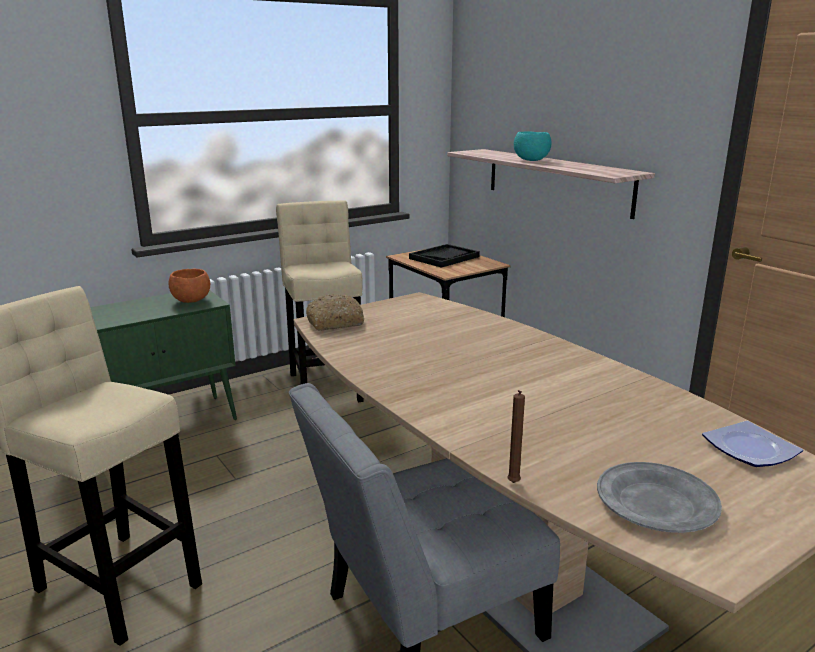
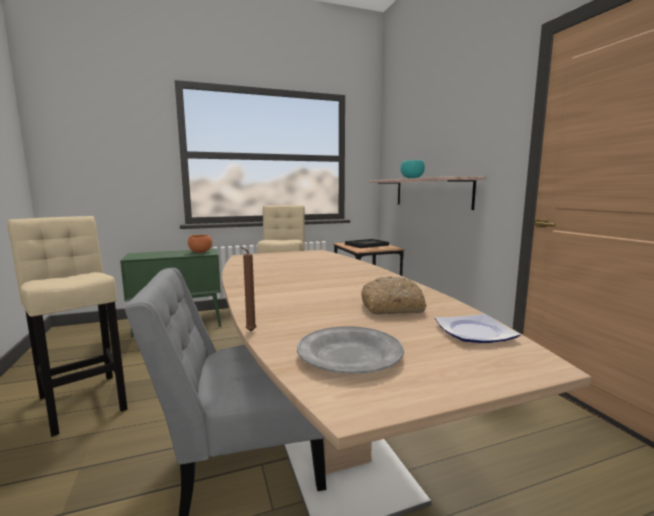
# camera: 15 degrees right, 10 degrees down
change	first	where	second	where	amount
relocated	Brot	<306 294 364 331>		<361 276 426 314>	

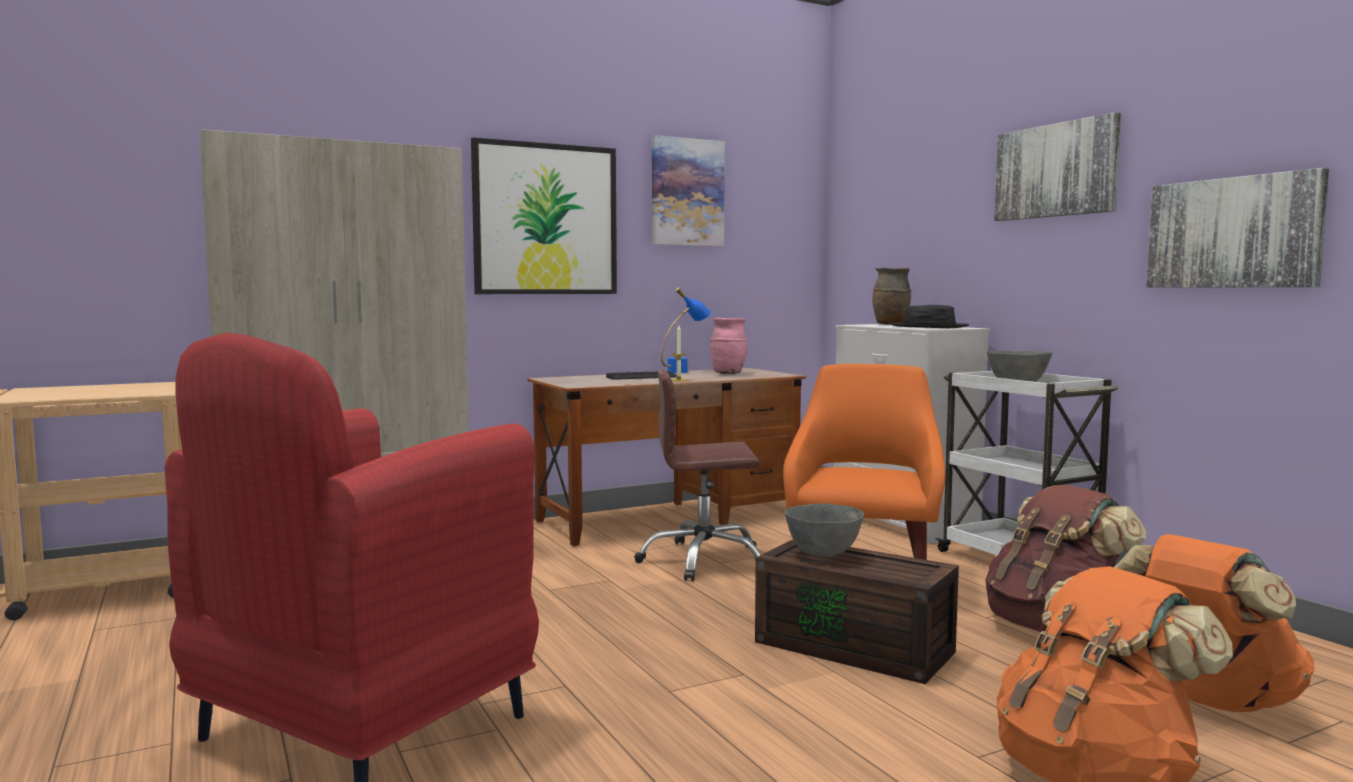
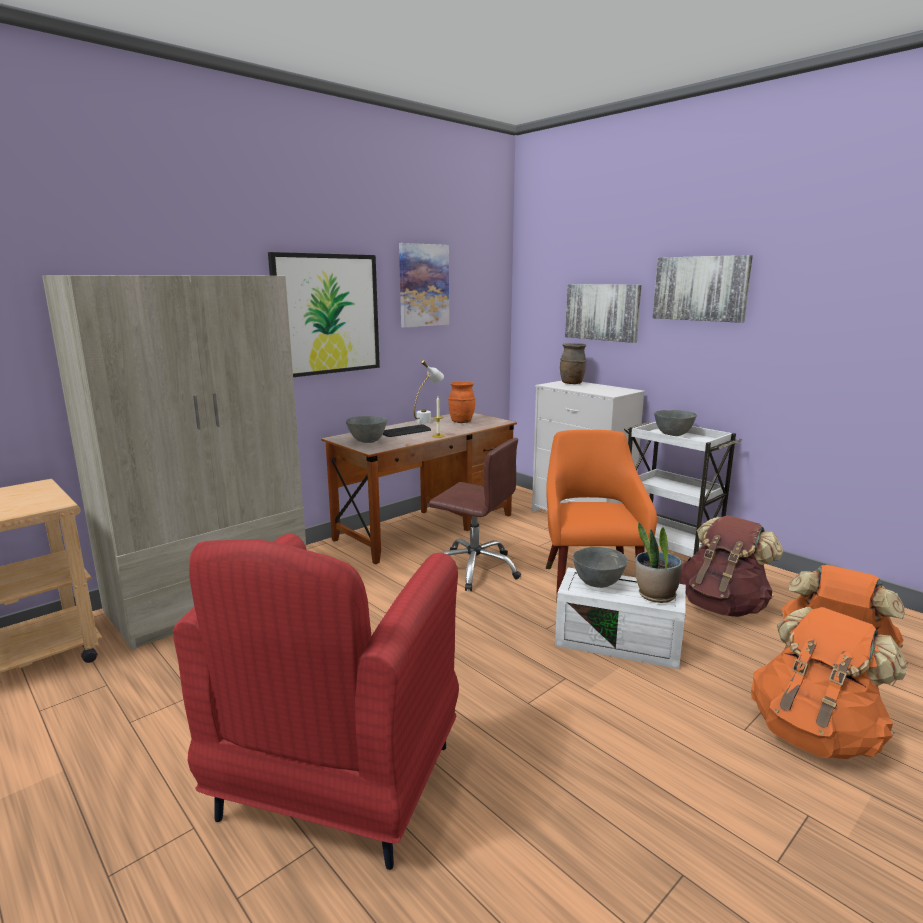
# camera: 15 degrees left, 10 degrees up
change	first	where	second	where	amount
spun	Bürostuhl [braun]	<634 369 761 581>		<429 438 521 591>	135 degrees counterclockwise
colour	Tischlampe [blau]	<661 287 711 373>	Tischlampe [weiß]	<414 360 444 423>	
colour	Vase [rosa]	<710 318 748 374>	Vase [orange]	<448 381 475 423>	
colour	Aufbewahrungsbox [braun]	<755 539 959 684>	Aufbewahrungsbox [weiß]	<555 568 686 669>	
missing	Hut [schwarz]	<890 305 969 328>			
relocated	Bild	<1146 168 1329 288>		<565 284 641 343>	
appeared			Schüssel [grau]	<346 416 387 443>	
appeared			Topfpflanze	<636 523 682 603>	

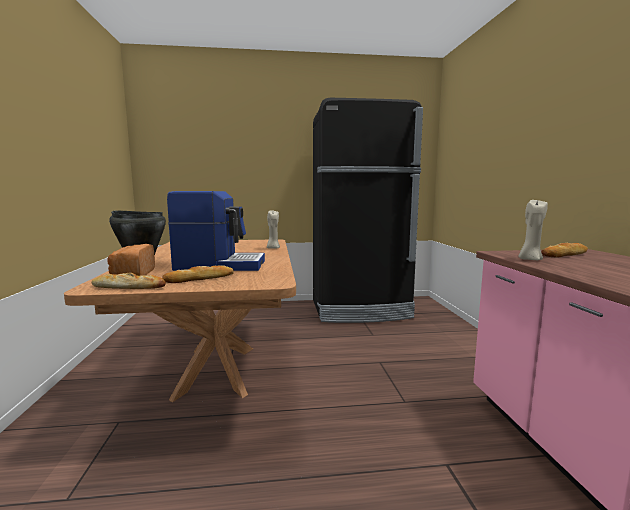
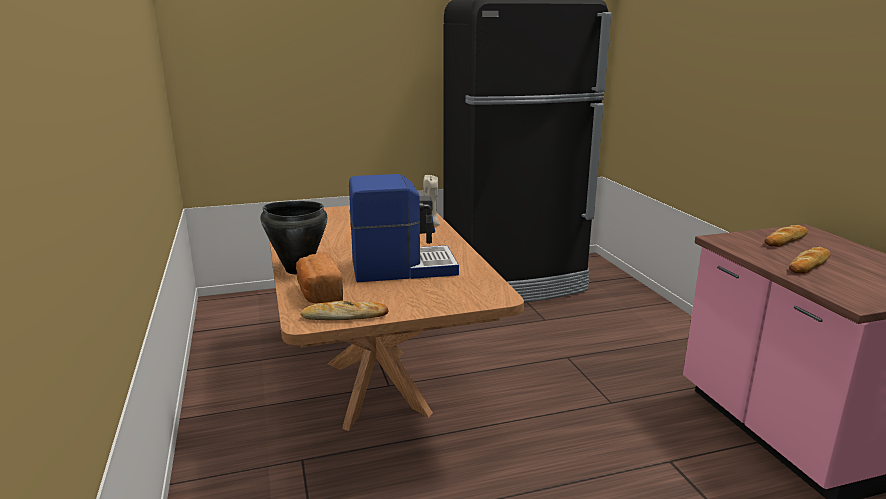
# camera: 10 degrees left, 10 degrees up
change	first	where	second	where	amount
relocated	Brot	<162 265 234 283>		<789 247 830 274>	
missing	Kerze [beige]	<518 199 548 260>			

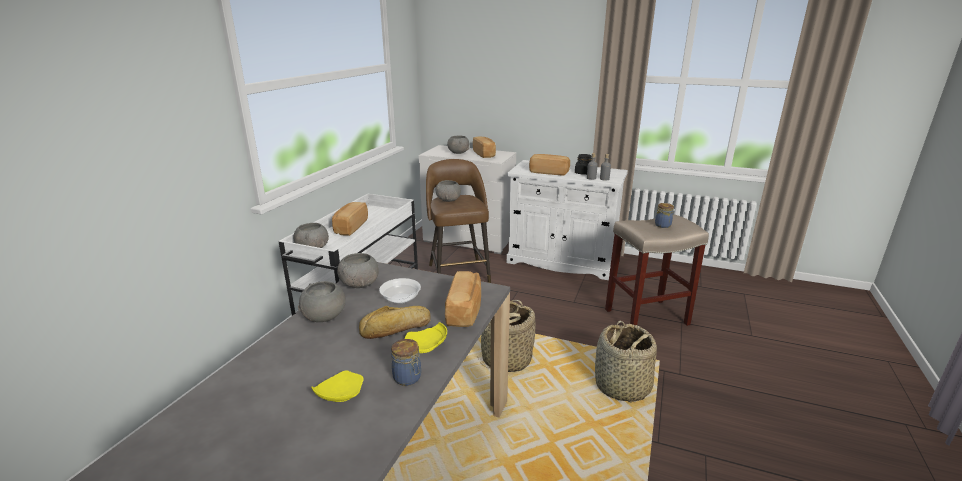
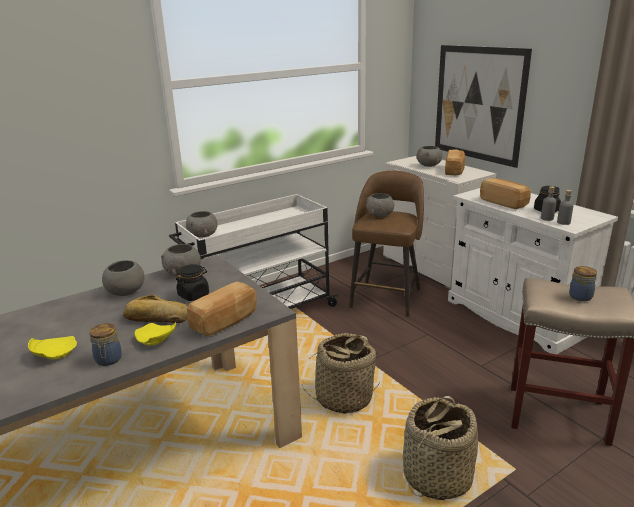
# camera: 35 degrees right, 0 degrees up
change	first	where	second	where	amount
missing	Brot	<332 202 368 236>			
exchanged	Schüssel	<379 278 421 304>	Vorratsglas [schwarz]	<176 264 209 301>	
appeared			Bild	<435 45 532 168>	

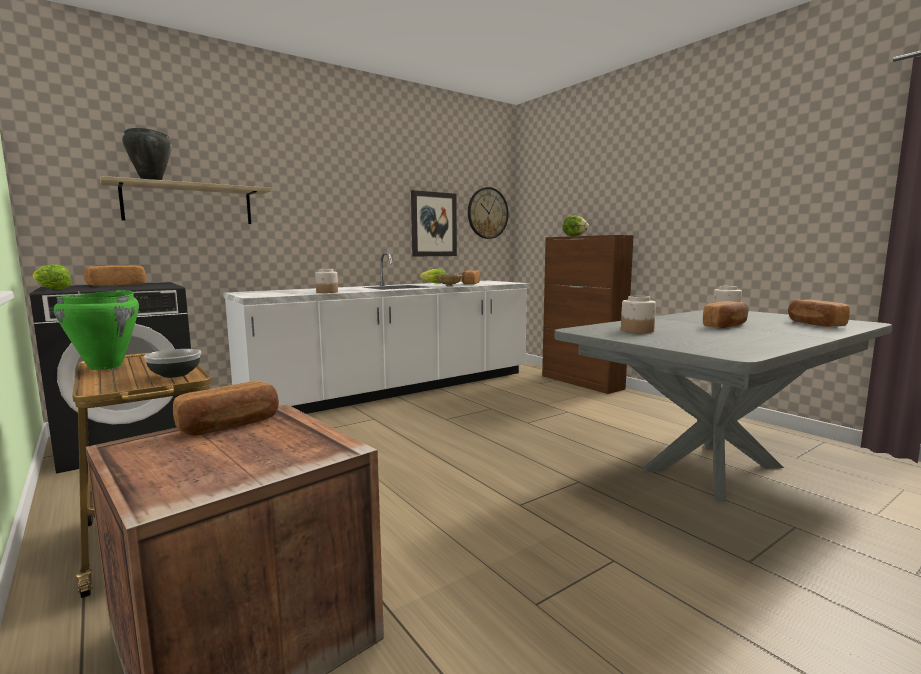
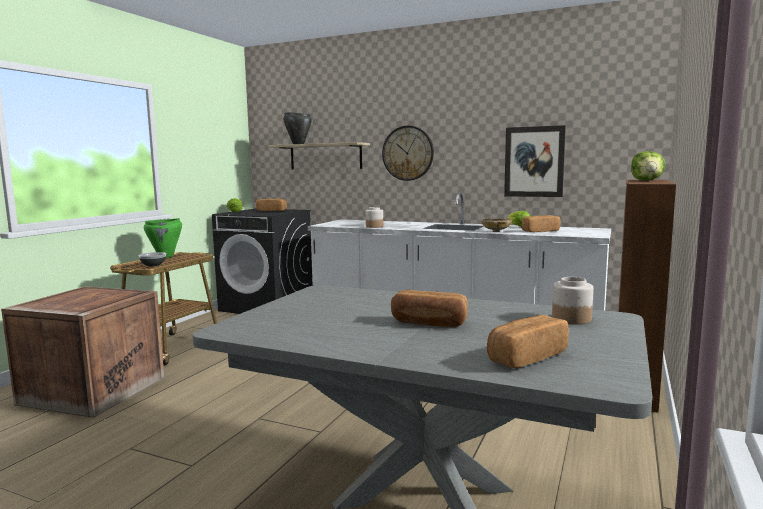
# camera: 60 degrees right, 0 degrees up
change	first	where	second	where	amount
missing	Brot	<173 381 279 436>			
relocated	Wanduhr	<468 187 509 239>		<382 126 434 181>	
missing	Vorratsglas	<621 296 656 333>			

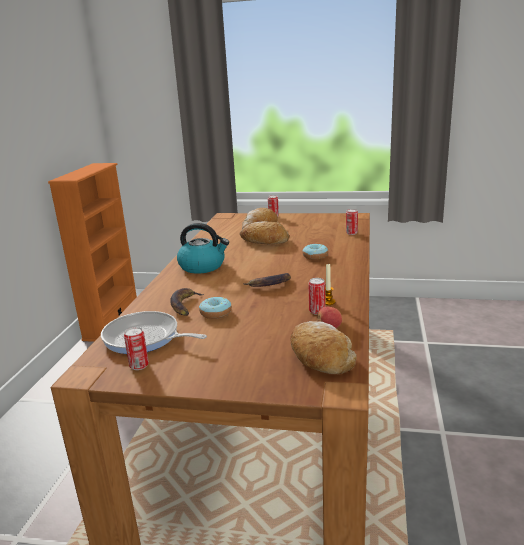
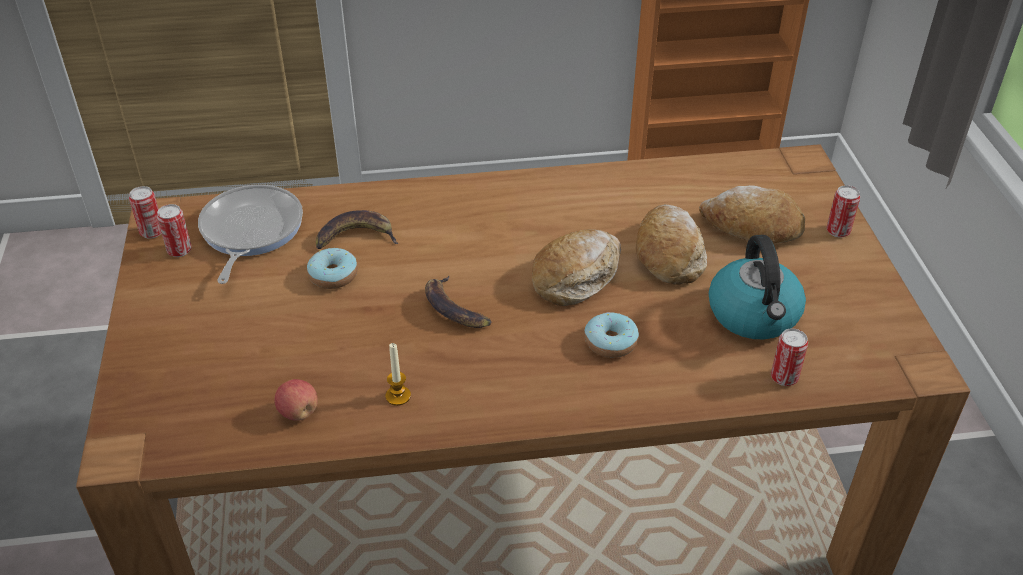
# camera: 70 degrees right, 20 degrees up
change	first	where	second	where	amount
relocated	Wasserkessel	<177 223 229 274>		<709 235 806 339>	
relocated	Brot	<291 321 357 374>		<532 229 621 306>	
relocated	Dose	<308 278 325 315>		<129 186 161 239>	

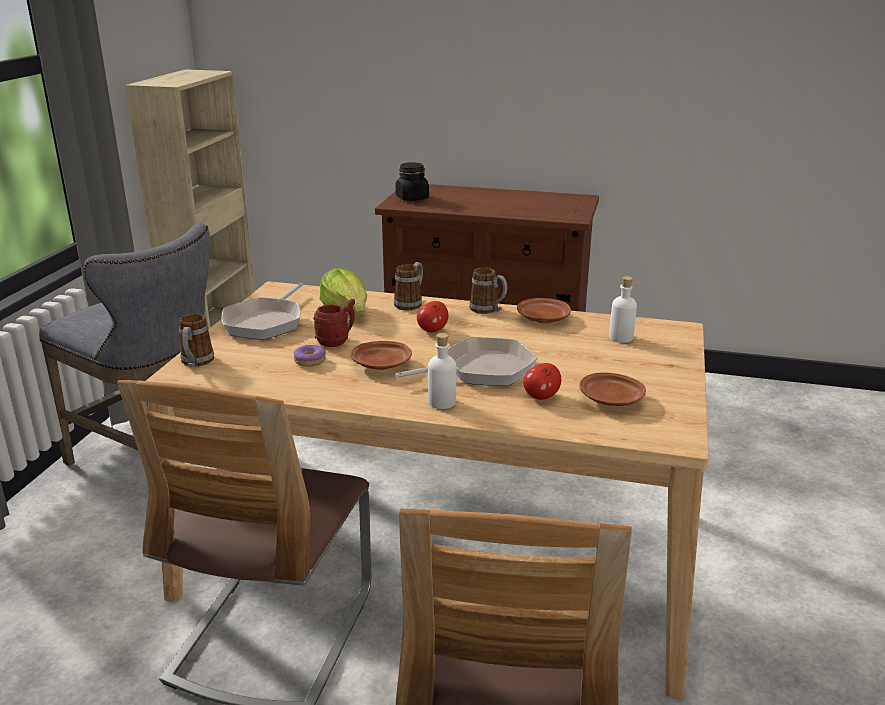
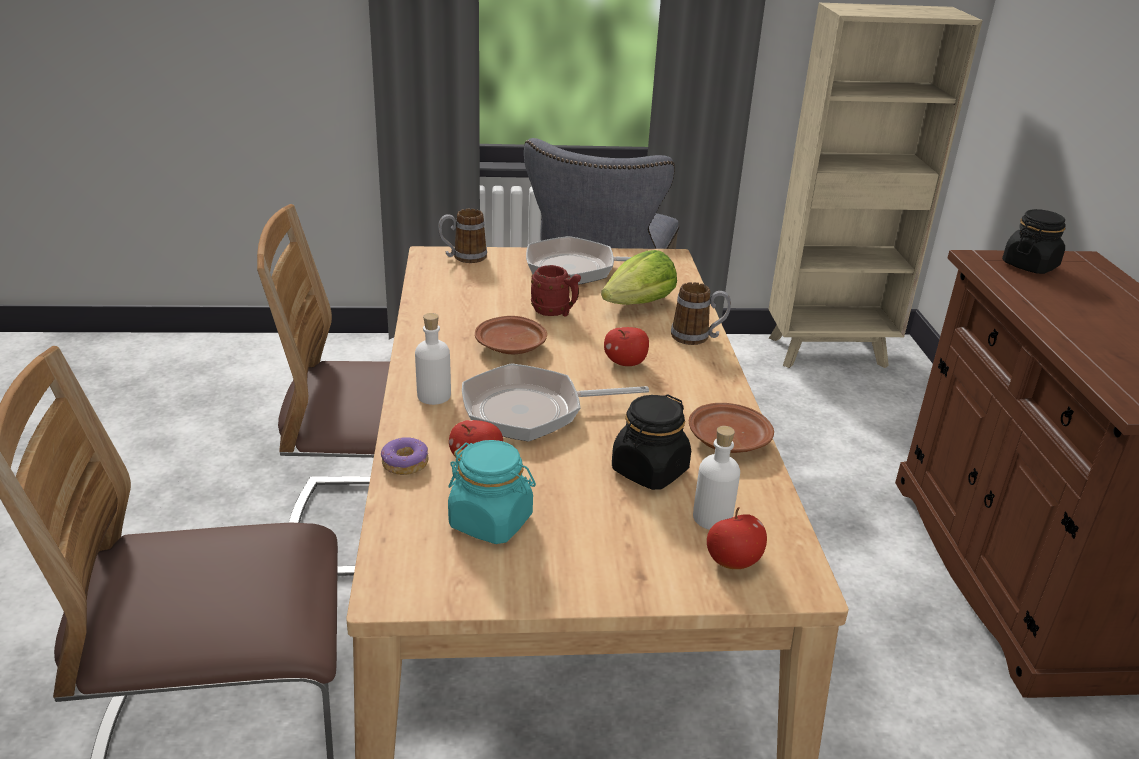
# camera: 70 degrees right, 5 degrees up
change	first	where	second	where	amount
relocated	Donut	<293 345 326 367>		<381 437 429 475>	
spun	Pfanne	<395 337 538 386>		<462 363 649 442>	120 degrees clockwise
missing	Henkelbecher	<469 267 507 314>			
exchanged	Teller [braun]	<579 373 646 406>	Vorratsglas [türkis]	<448 440 536 544>	
appeared			Vorratsglas [schwarz]	<612 394 691 490>	
appeared			Apfel	<707 507 767 569>	

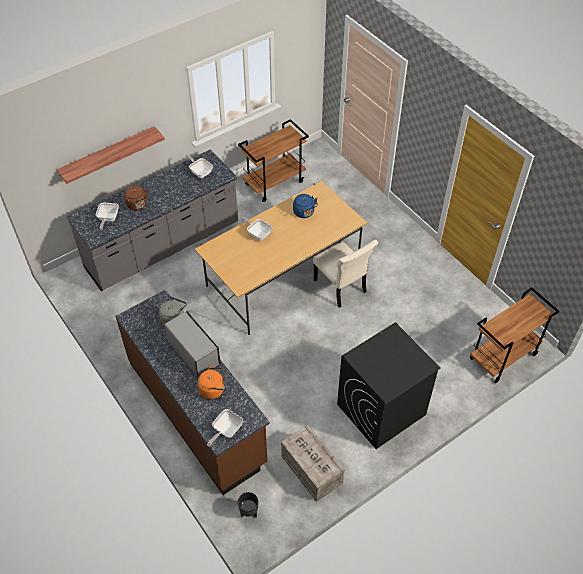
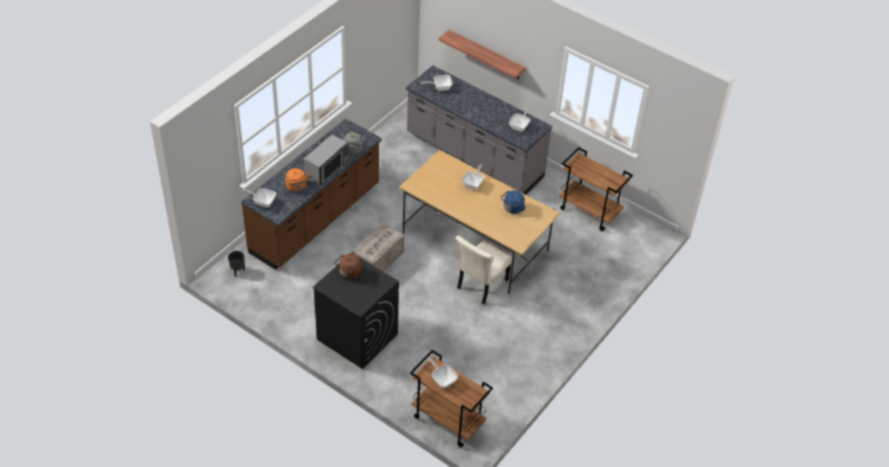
# camera: 70 degrees right, 5 degrees down
change	first	where	second	where	amount
relocated	Wasserkessel [braun]	<124 186 149 210>		<335 254 363 279>	
relocated	Kiste	<281 425 345 502>		<352 223 404 272>	
appeared			Pfanne	<428 358 458 388>	

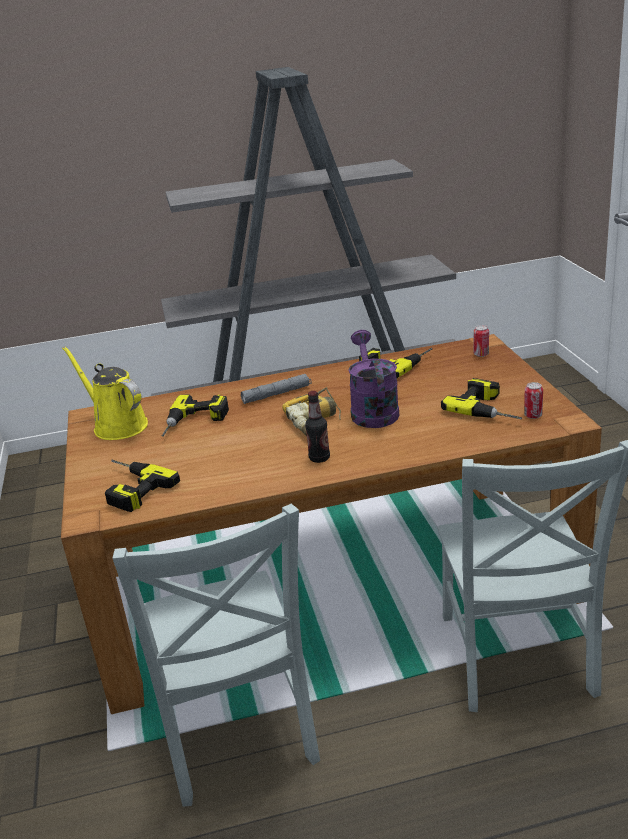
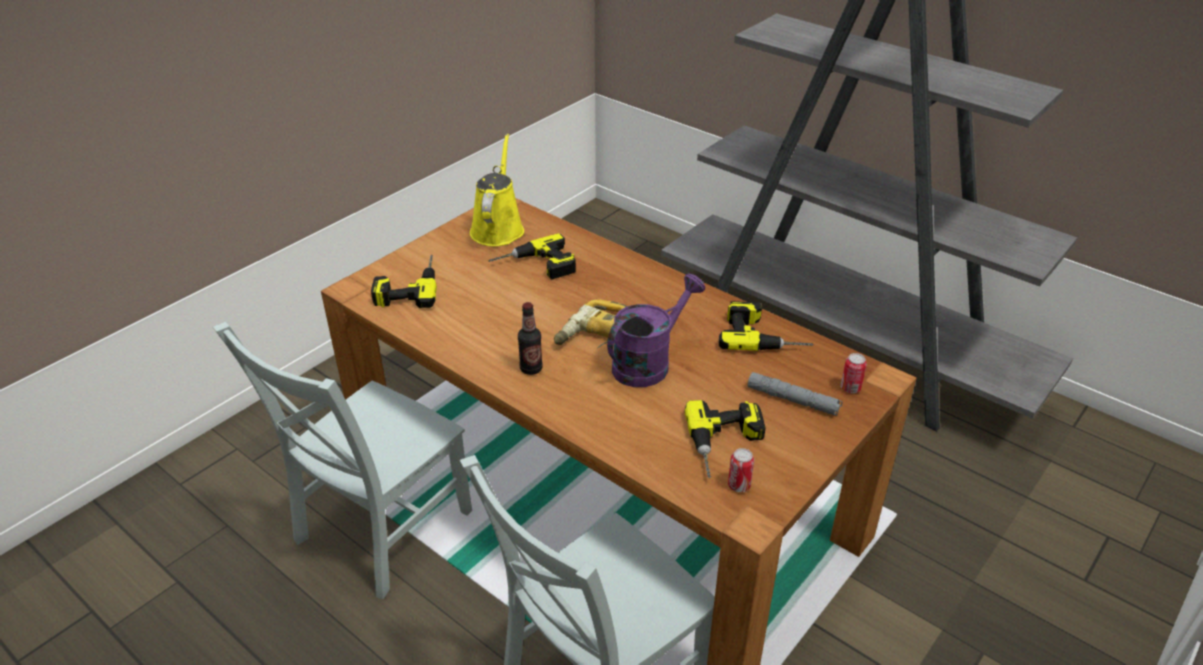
# camera: 50 degrees right, 10 degrees up
change	first	where	second	where	amount
relocated	Taschenlampe [grau]	<241 374 311 404>		<748 372 843 416>	

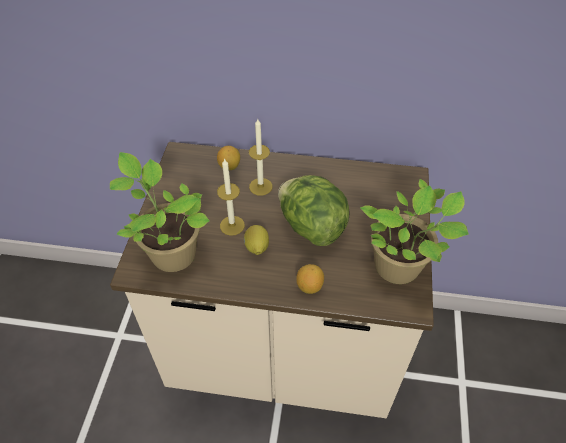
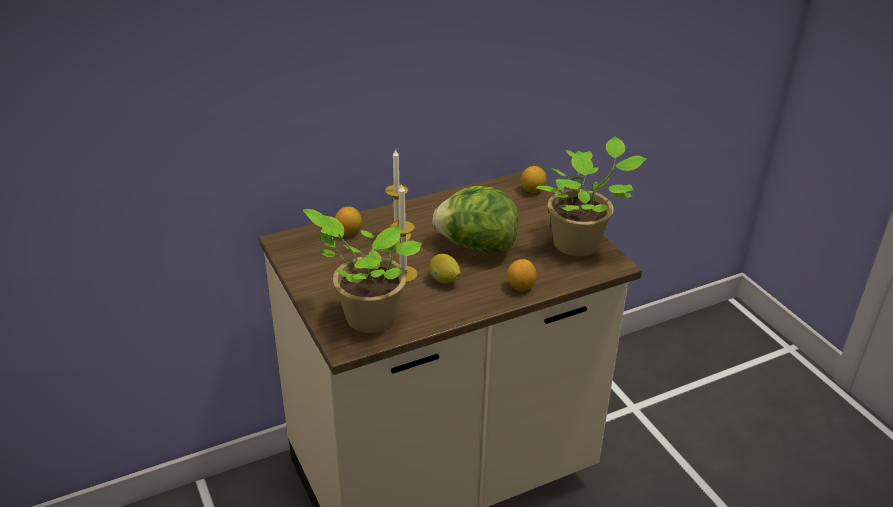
# camera: 35 degrees left, 15 degrees down
change	first	where	second	where	amount
appeared			Zitrone	<521 166 546 193>	

